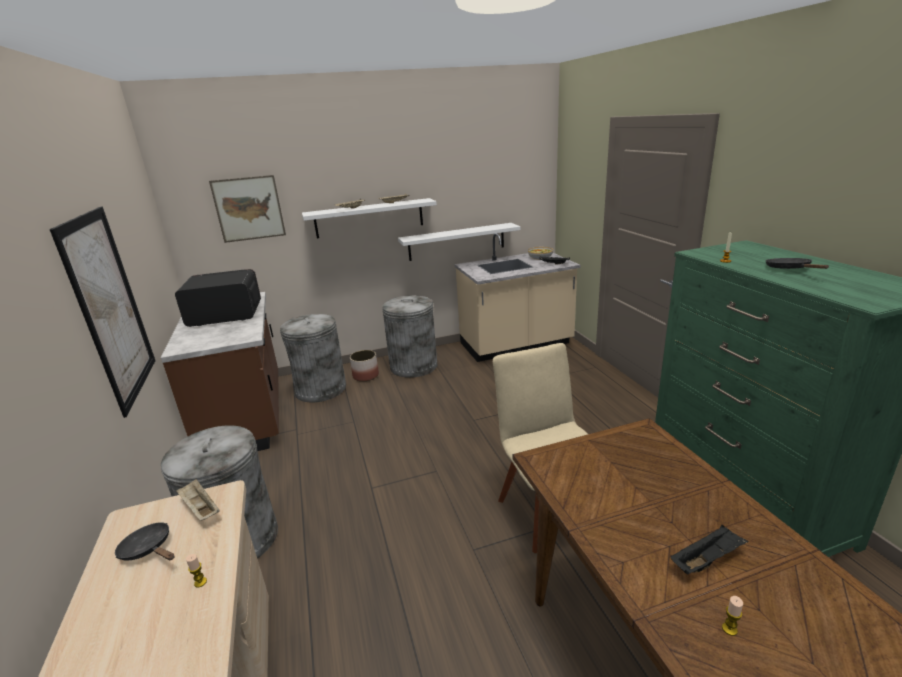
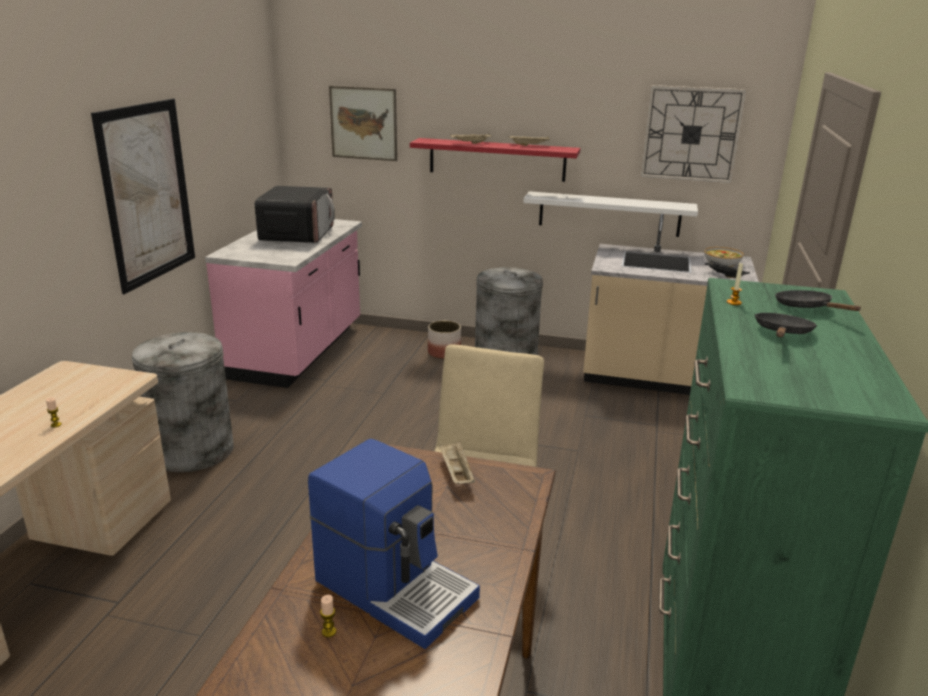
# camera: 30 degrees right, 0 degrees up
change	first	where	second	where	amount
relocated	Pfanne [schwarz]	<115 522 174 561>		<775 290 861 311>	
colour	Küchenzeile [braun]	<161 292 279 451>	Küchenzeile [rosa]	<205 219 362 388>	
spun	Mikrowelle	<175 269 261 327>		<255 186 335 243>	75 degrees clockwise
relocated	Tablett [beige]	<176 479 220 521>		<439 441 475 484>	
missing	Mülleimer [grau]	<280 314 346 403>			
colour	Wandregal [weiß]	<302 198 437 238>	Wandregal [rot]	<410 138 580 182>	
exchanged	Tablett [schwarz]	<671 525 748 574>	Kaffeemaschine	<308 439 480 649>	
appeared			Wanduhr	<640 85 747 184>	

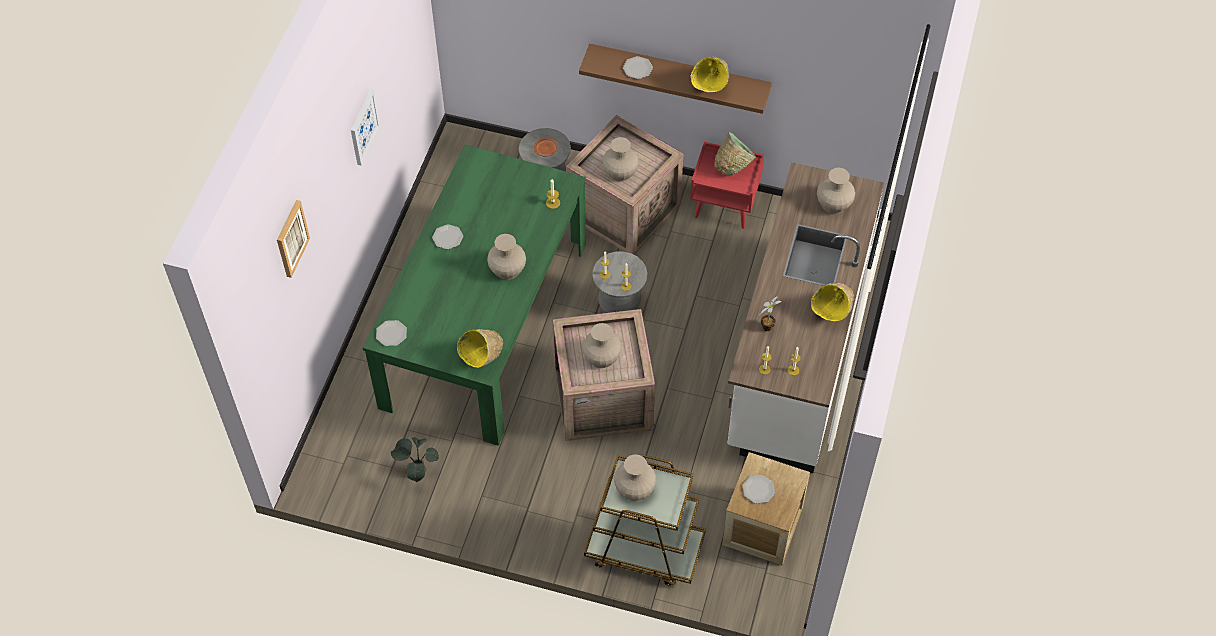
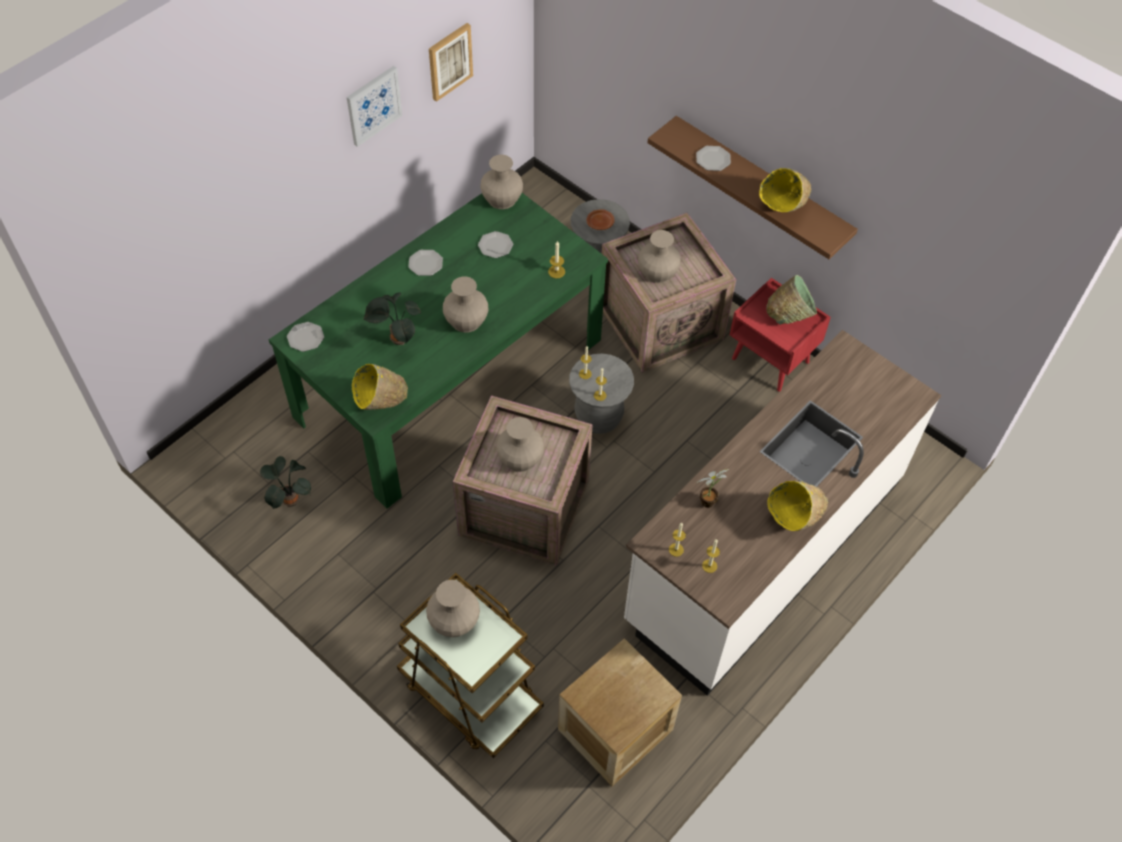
# camera: 25 degrees right, 0 degrees up
change	first	where	second	where	amount
relocated	Bild	<277 200 310 278>		<429 23 473 102>	
relocated	Teller	<743 475 775 504>		<478 231 513 258>	
relocated	Vase [beige]	<817 168 855 214>		<480 155 523 209>	
appeared			Topfpflanze	<364 293 421 345>	

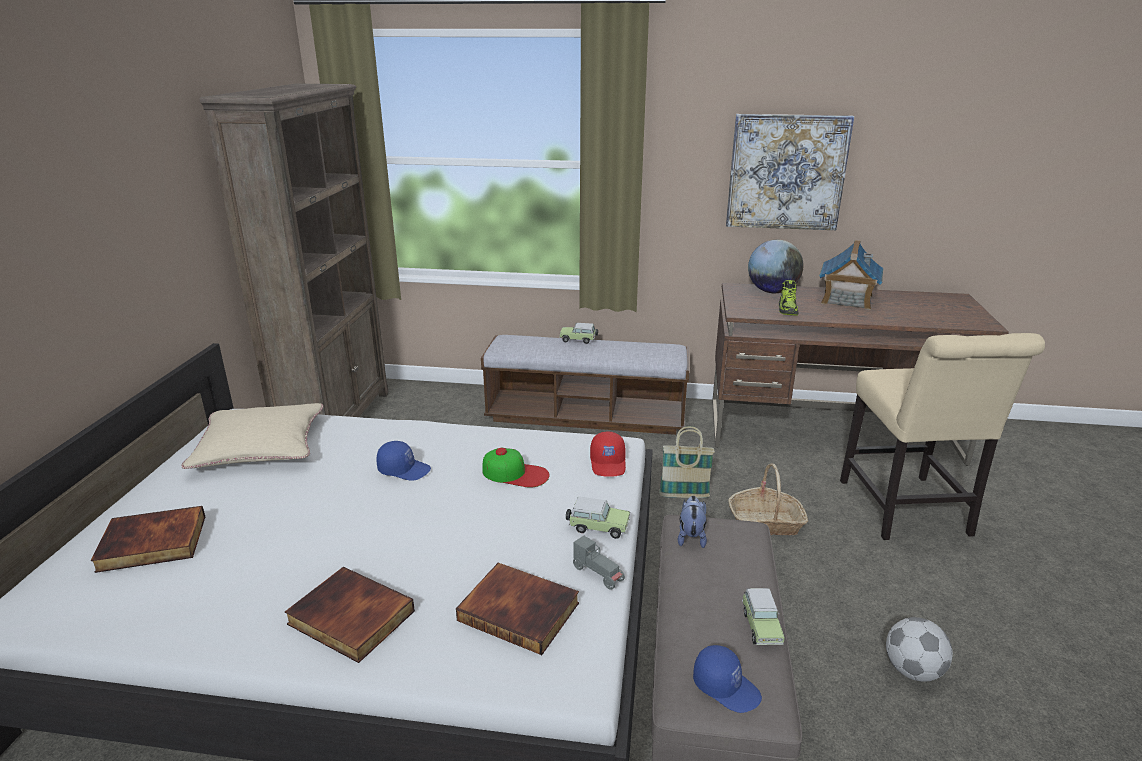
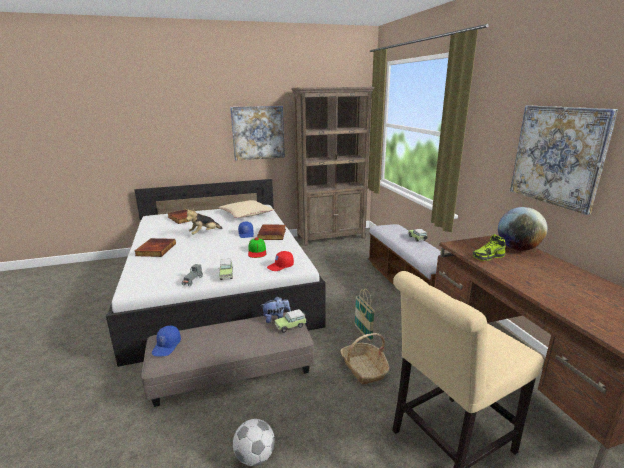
# camera: 65 degrees right, 5 degrees down
change	first	where	second	where	amount
relocated	Buch	<456 563 579 655>		<257 225 286 240>	
relocated	Spielzeugauto	<742 588 785 645>		<274 309 307 333>	
missing	Spielzeughaus	<819 240 883 310>			
appeared			Plüschtier	<185 208 222 235>	
appeared			Bild	<230 106 285 161>	

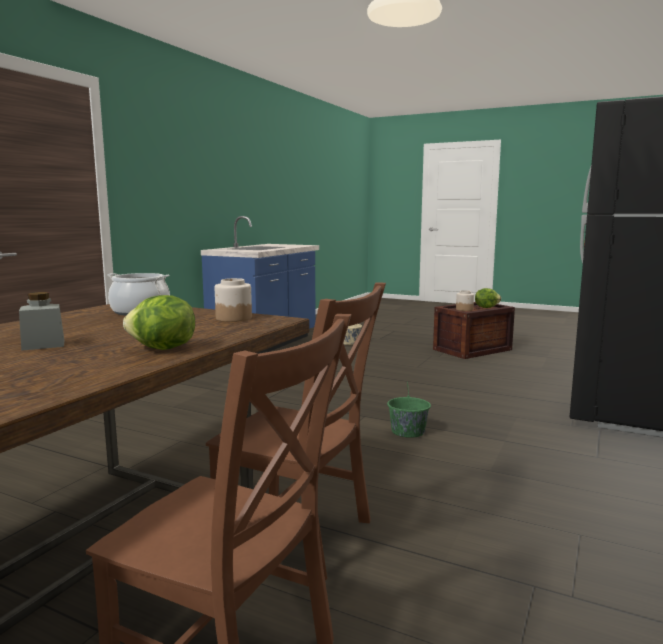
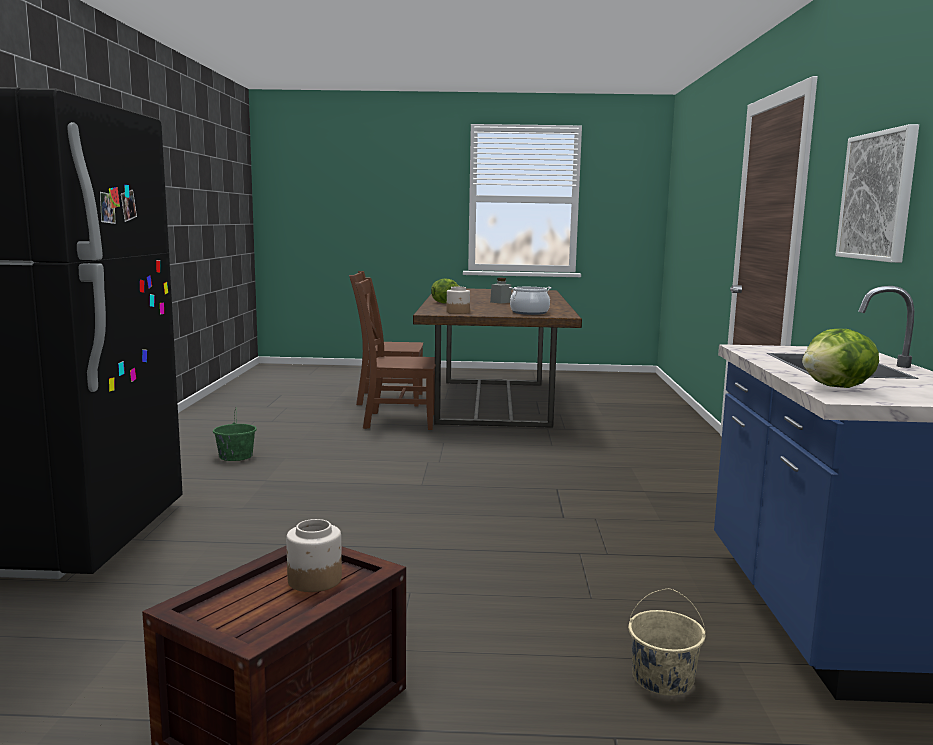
# camera: 155 degrees right, 0 degrees up
change	first	where	second	where	amount
relocated	Eimer [grün]	<387 382 431 438>		<213 408 257 461>	
relocated	Salatkopf	<475 288 501 308>		<802 329 879 388>	
appeared			Bild	<835 124 919 263>	

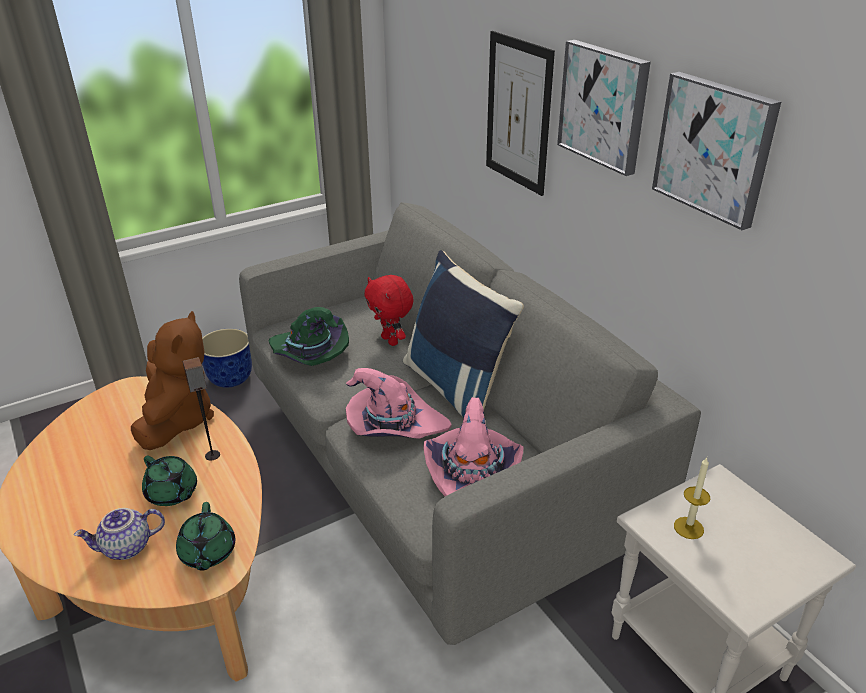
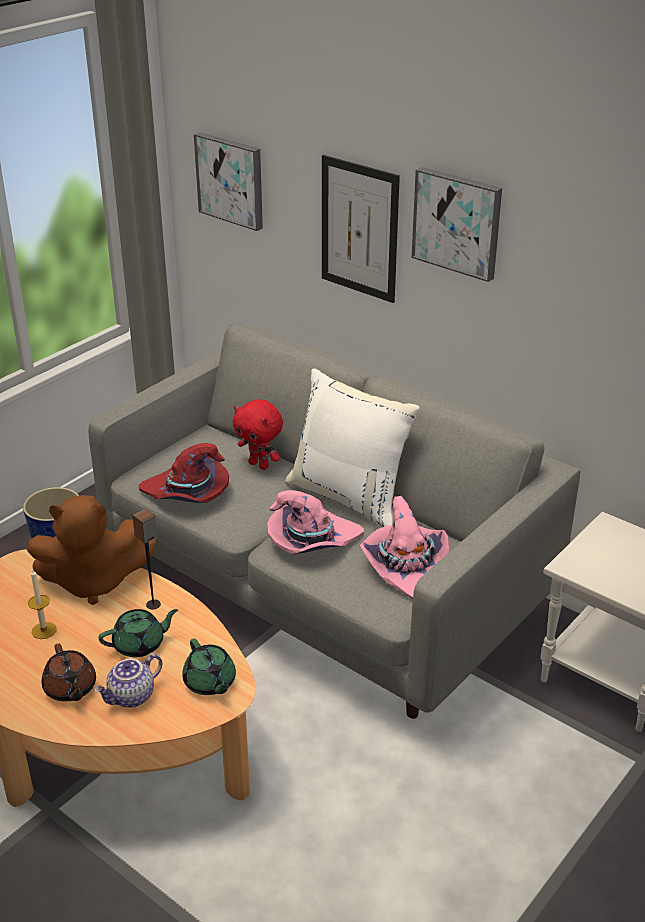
# camera: 20 degrees left, 0 degrees up
change	first	where	second	where	amount
spun	Plüschtier [braun]	<131 311 214 450>		<27 495 156 605>	105 degrees clockwise
spun	Teekanne [grün]	<142 456 197 506>		<99 609 178 657>	45 degrees counterclockwise
colour	Hut [grün]	<268 307 349 366>	Hut [rot]	<138 443 229 503>	
colour	Kissen [blau]	<403 250 524 418>	Kissen [weiß]	<285 368 420 527>	
relocated	Bild	<652 72 781 230>		<194 132 263 231>	
relocated	Kerze	<674 458 710 539>		<28 568 57 639>	
appeared			Teekanne [braun]	<42 643 96 701>	

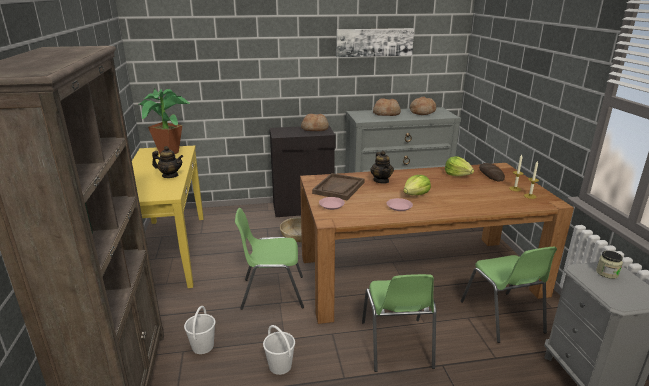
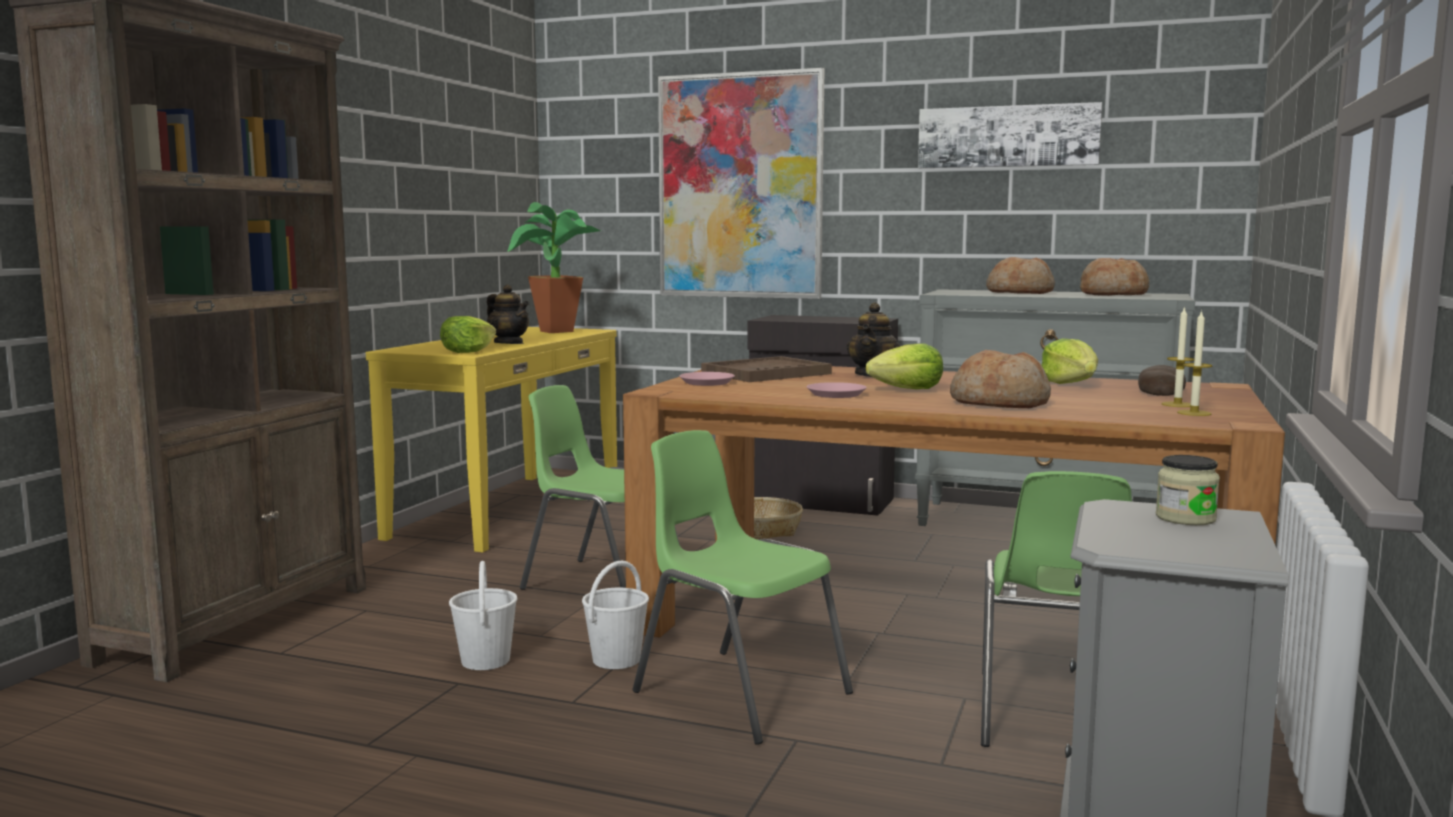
# camera: 30 degrees right, 15 degrees down
change	first	where	second	where	amount
relocated	Eimer [weiß]	<184 306 215 354>		<582 561 649 669>	
relocated	Brot	<301 114 329 131>		<950 350 1051 408>	
spun	Stuhl [grün]	<362 274 436 372>		<633 430 853 745>	105 degrees clockwise
appeared			Salatkopf	<440 316 496 353>	
appeared			Bild	<658 68 825 299>	

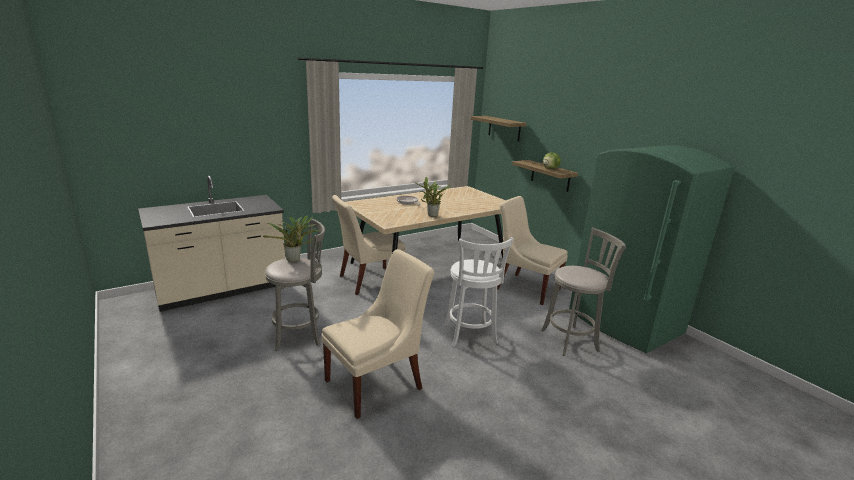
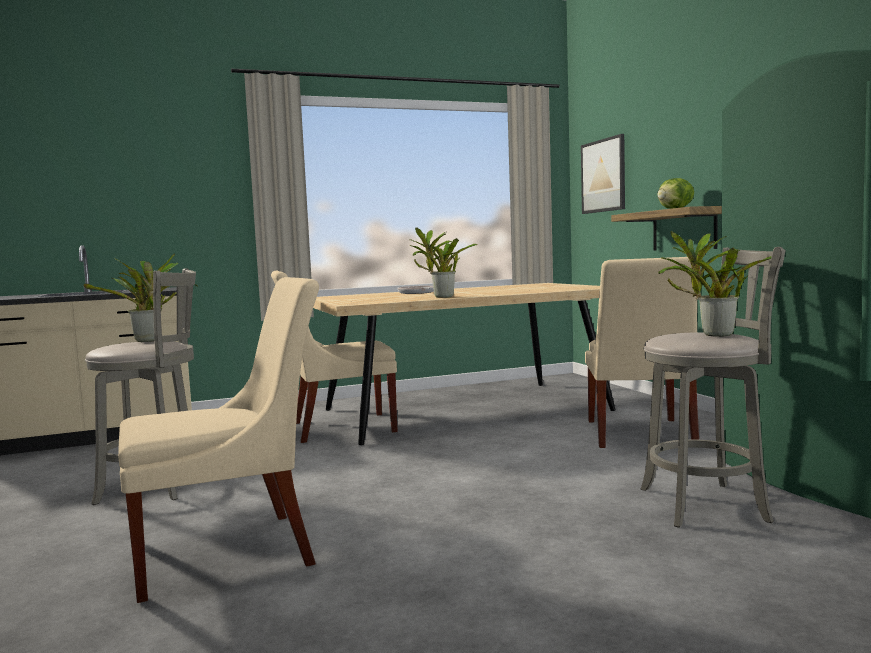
# camera: 15 degrees right, 15 degrees down
change	first	where	second	where	amount
missing	Hocker [weiß]	<444 237 513 347>			
exchanged	Wandregal	<471 116 527 142>	Bild	<581 134 625 214>	
spun	Stuhl [beige]	<497 196 568 305>		<585 257 699 448>	135 degrees counterclockwise
appeared			Topfpflanze	<658 231 772 337>	

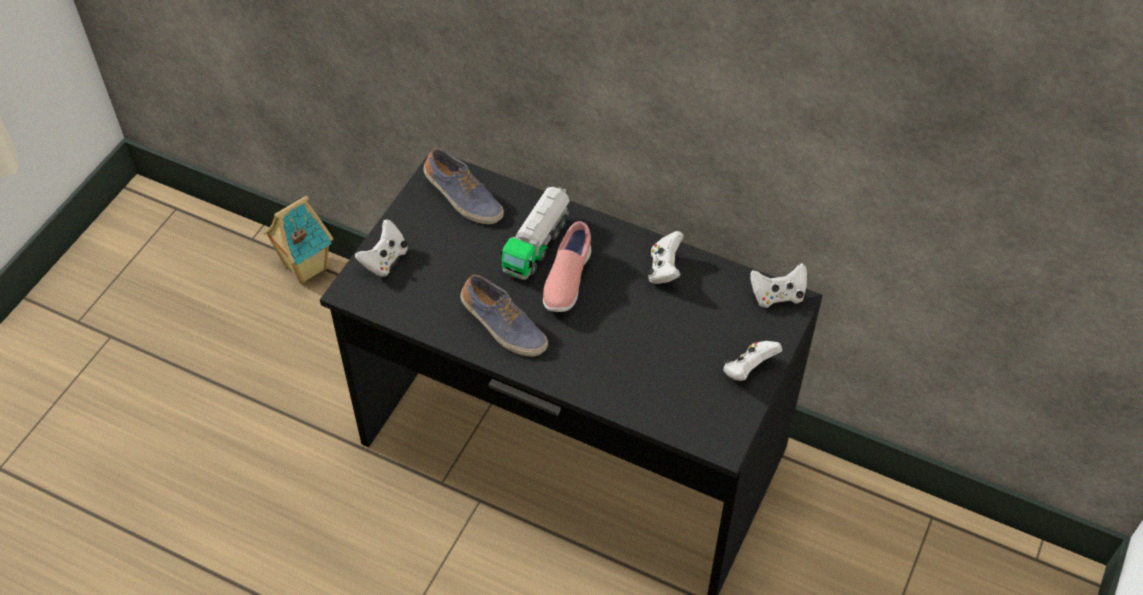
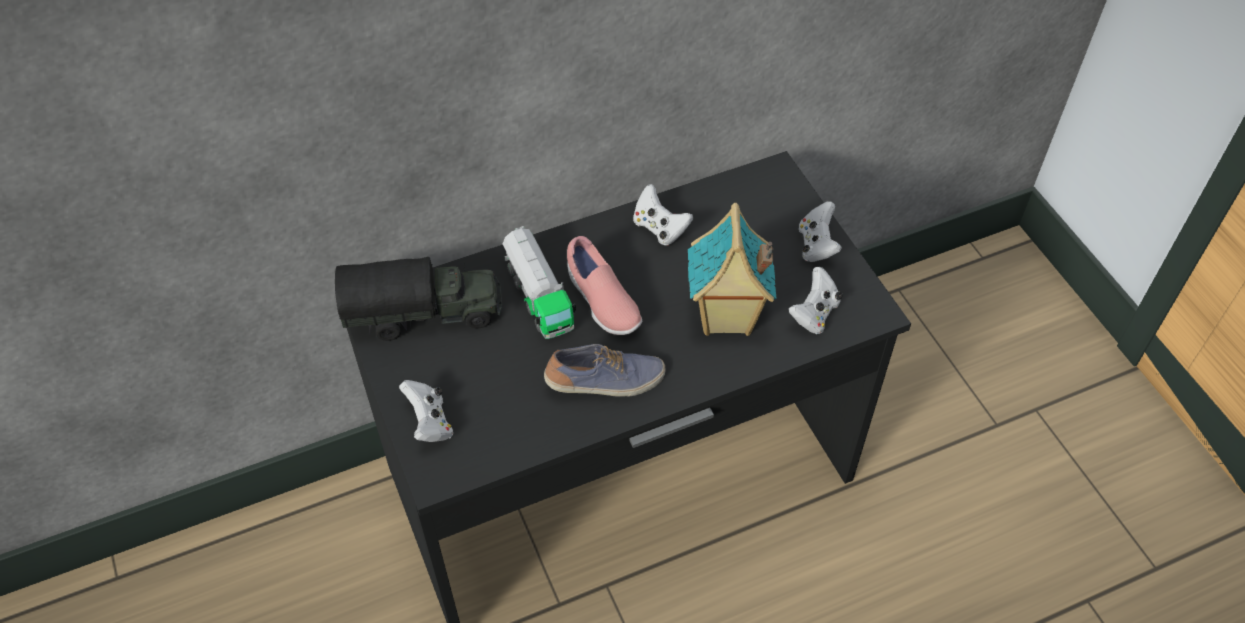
# camera: 50 degrees left, 0 degrees up
change	first	where	second	where	amount
relocated	Spielzeughaus	<263 196 333 284>		<688 203 777 336>	
exchanged	Schuh	<424 148 504 224>	Spielzeuglaster	<335 257 503 341>	
relocated	Gamepad [weiß]	<750 263 807 308>		<789 267 843 334>	

